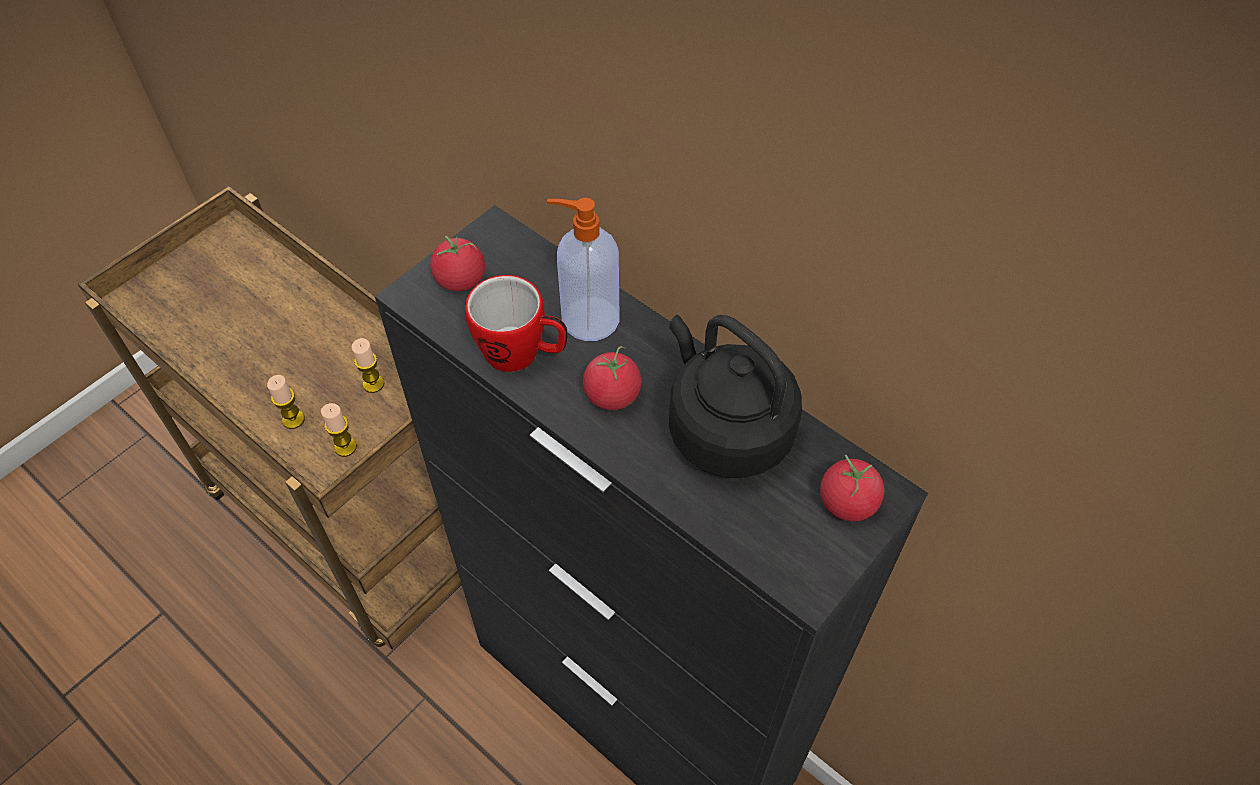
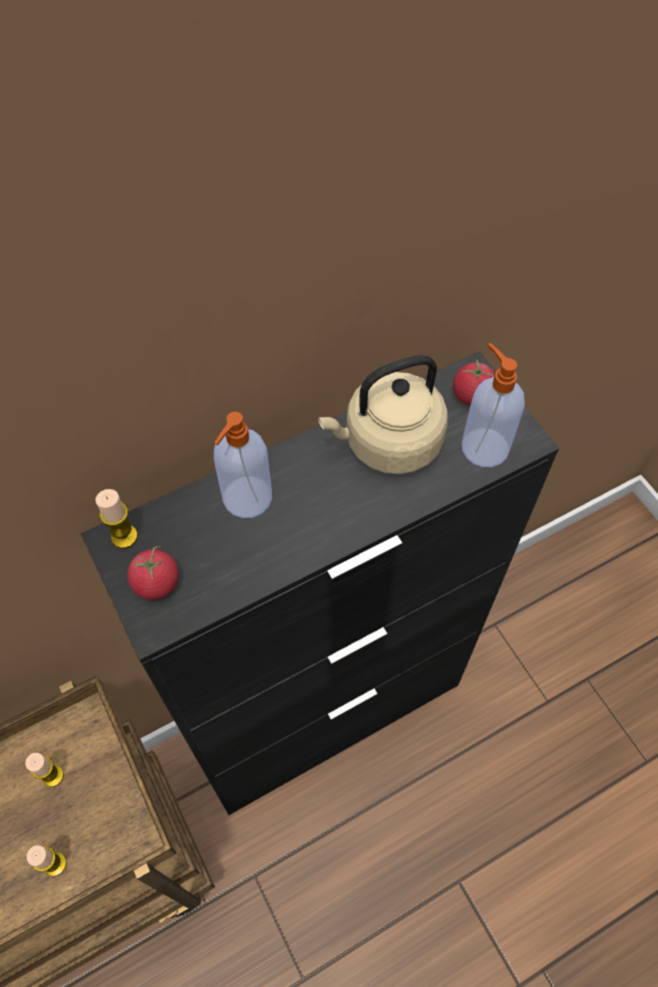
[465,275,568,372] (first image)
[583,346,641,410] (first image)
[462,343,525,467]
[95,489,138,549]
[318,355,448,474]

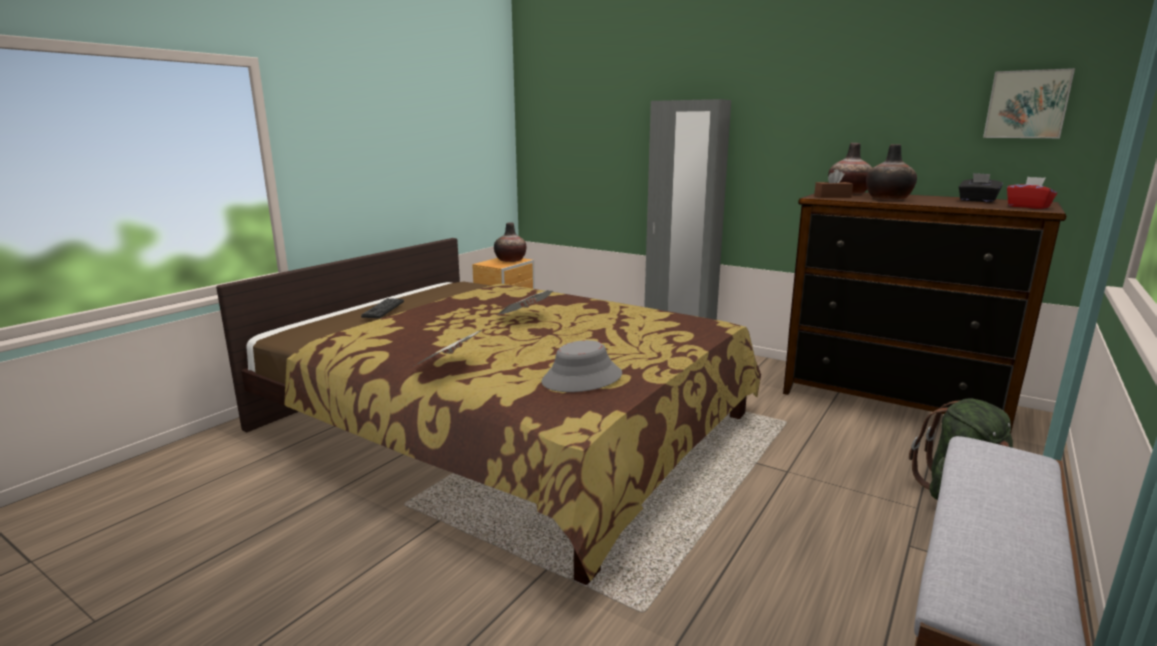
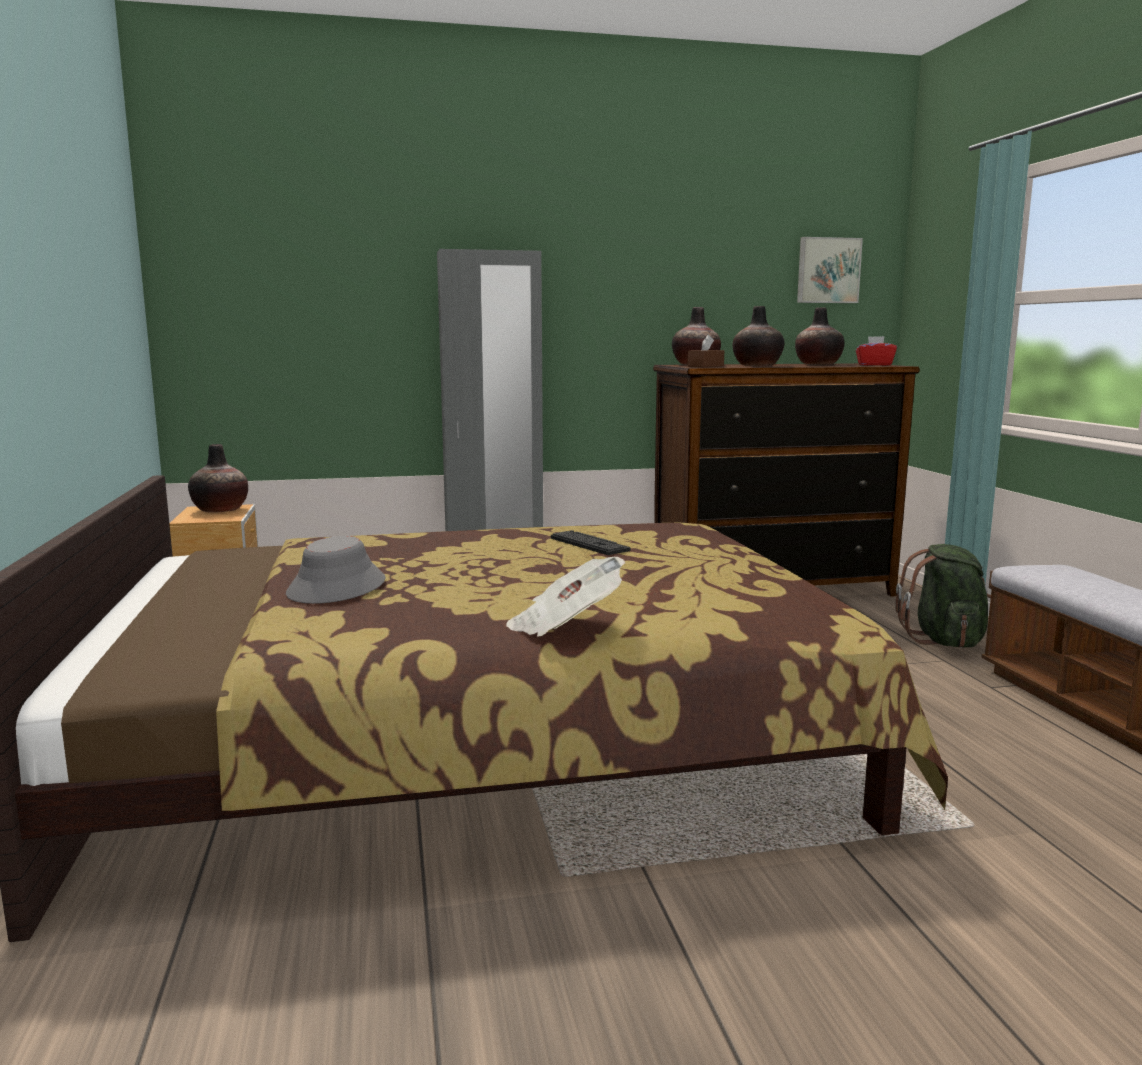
[497,290,553,315] (first image)
[551,530,630,555]
[286,536,385,604]
[795,308,845,365]

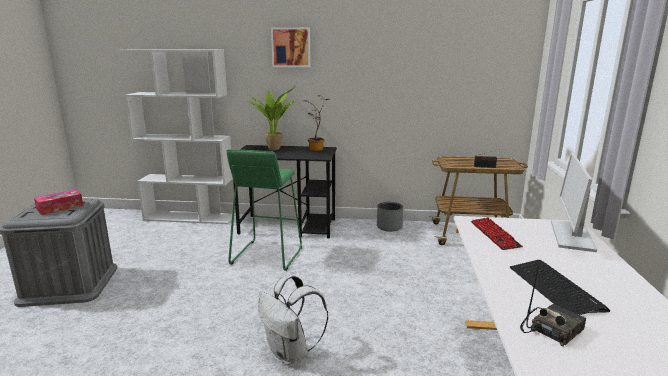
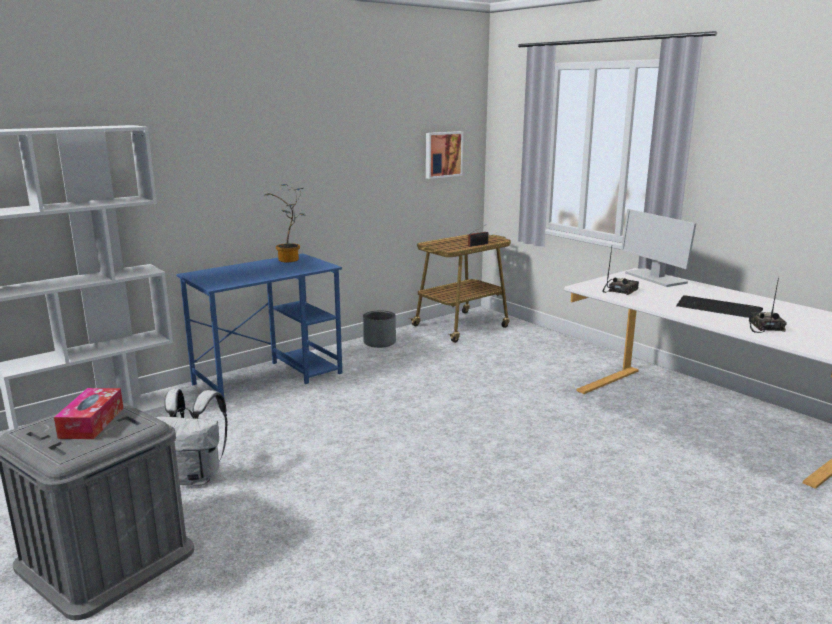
[226,149,302,271] (first image)
[248,85,296,150] (first image)
[155,389,228,486]
[426,131,463,179]
[602,247,639,295]
[176,254,342,397]

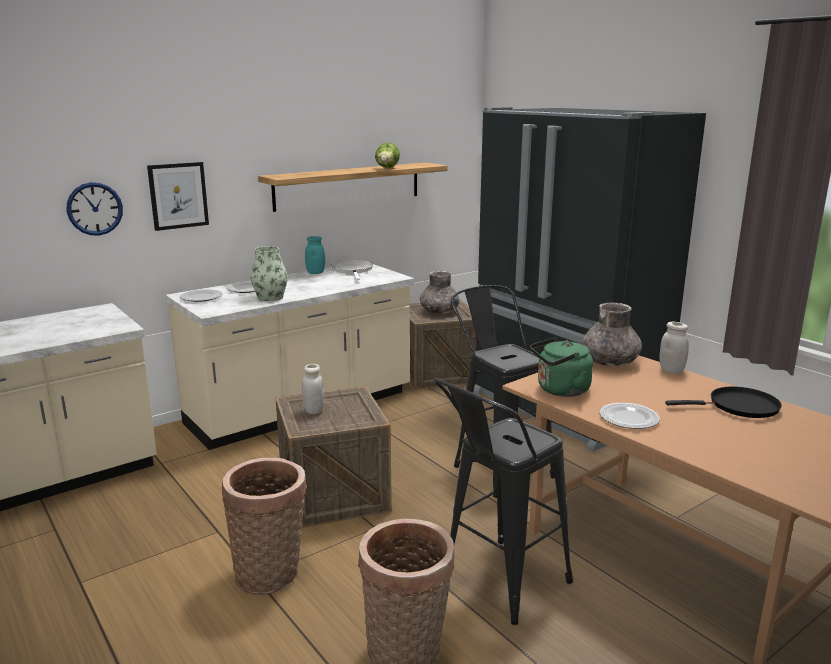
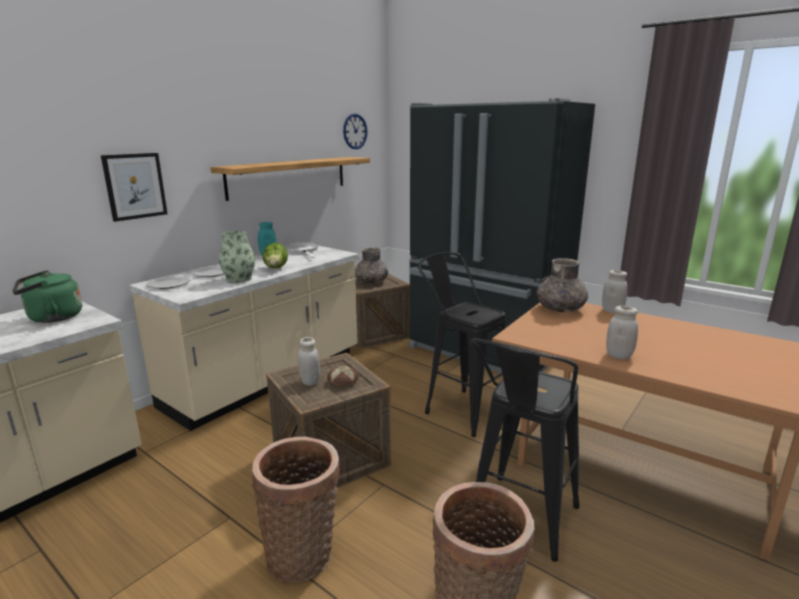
[665,387,782,418] (first image)
[327,365,359,387]
[343,114,367,149]
[263,243,288,268]
[12,270,82,323]
[606,306,638,359]

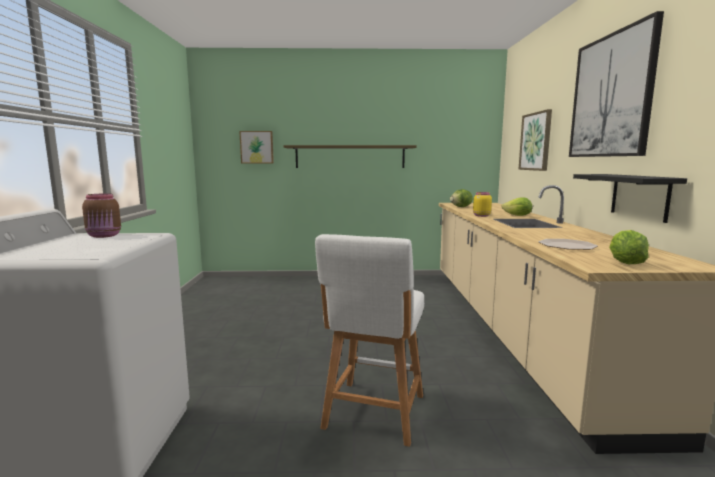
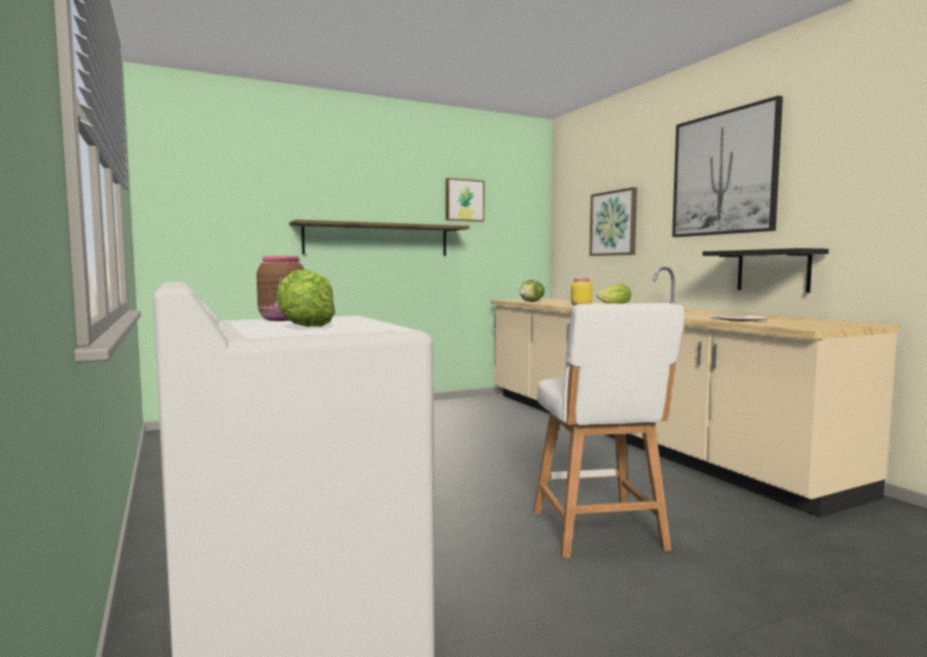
[446,178,484,222]
[276,269,335,327]

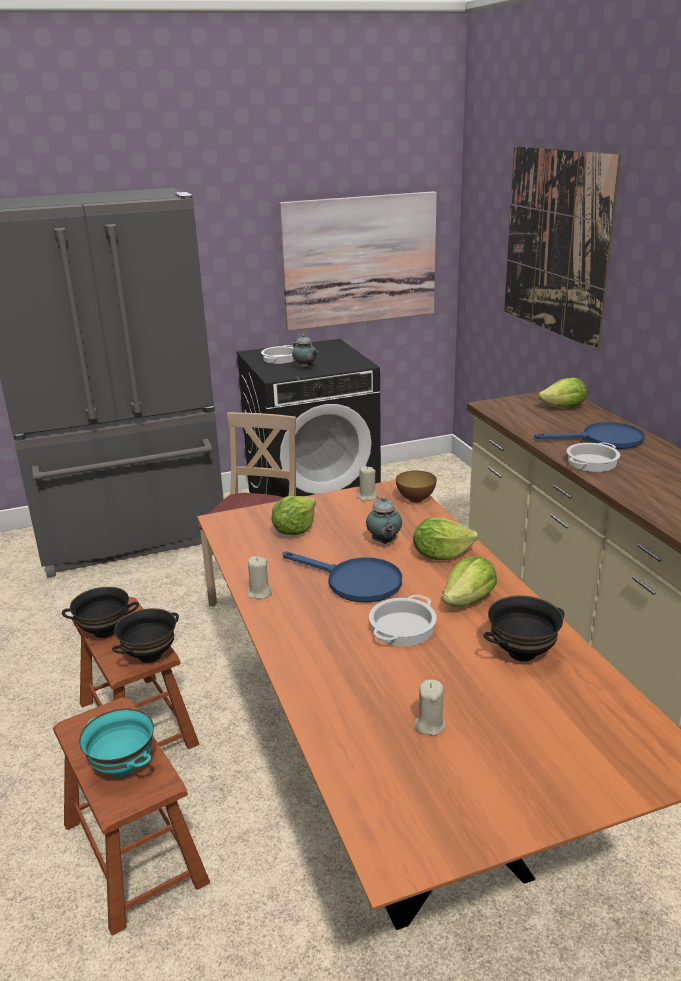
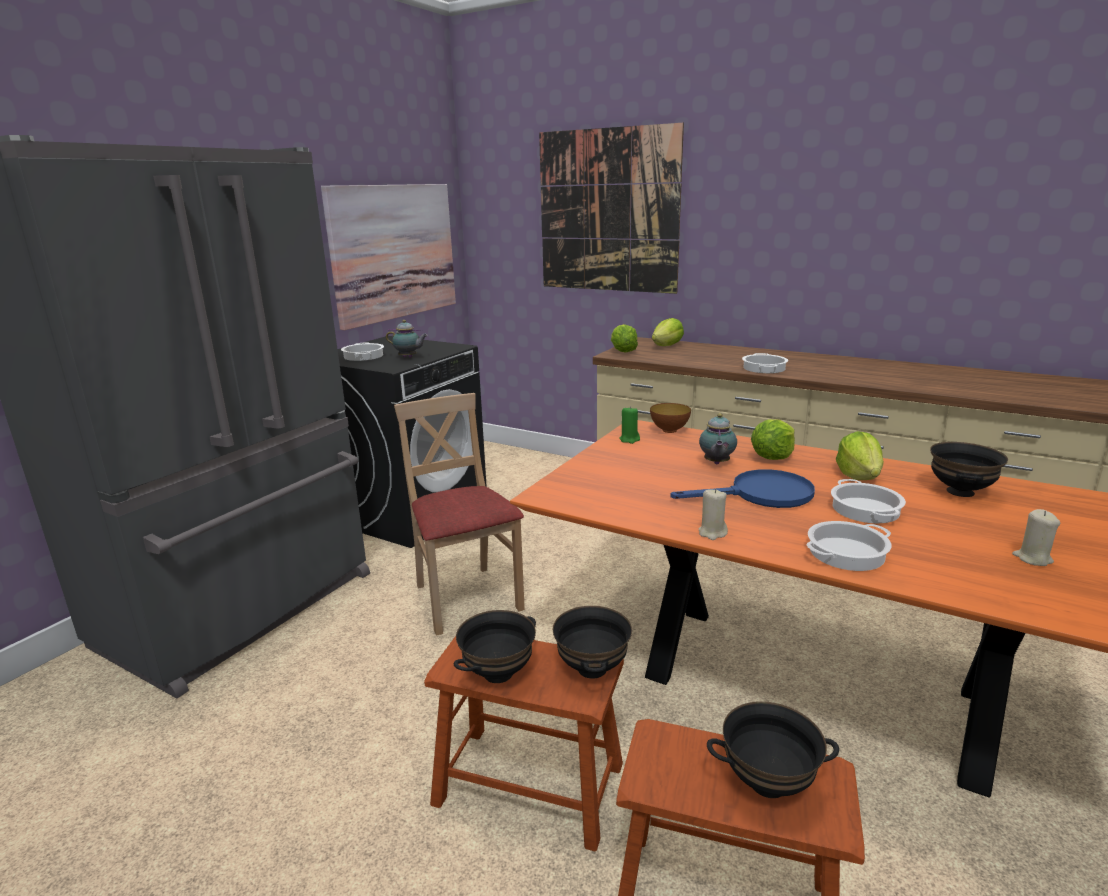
[534,422,645,449] (first image)
[807,521,892,571]
[611,324,638,352]
[707,701,839,798]
[619,406,640,444]
[699,413,737,464]

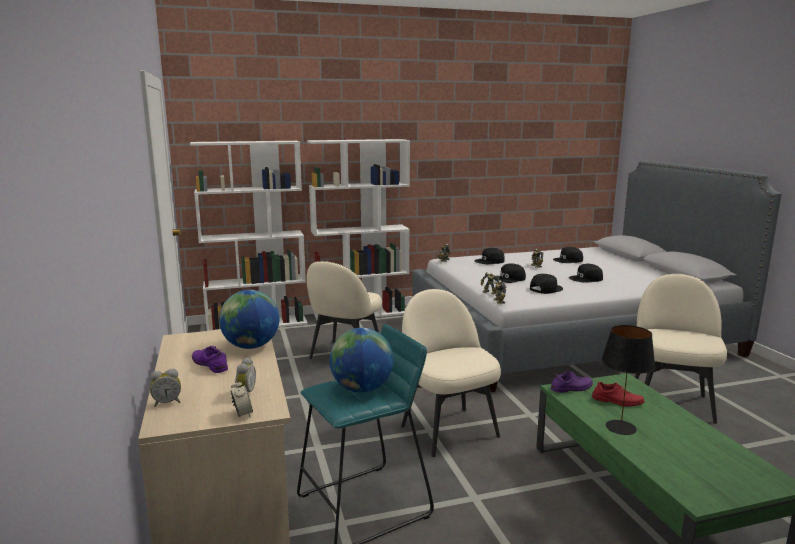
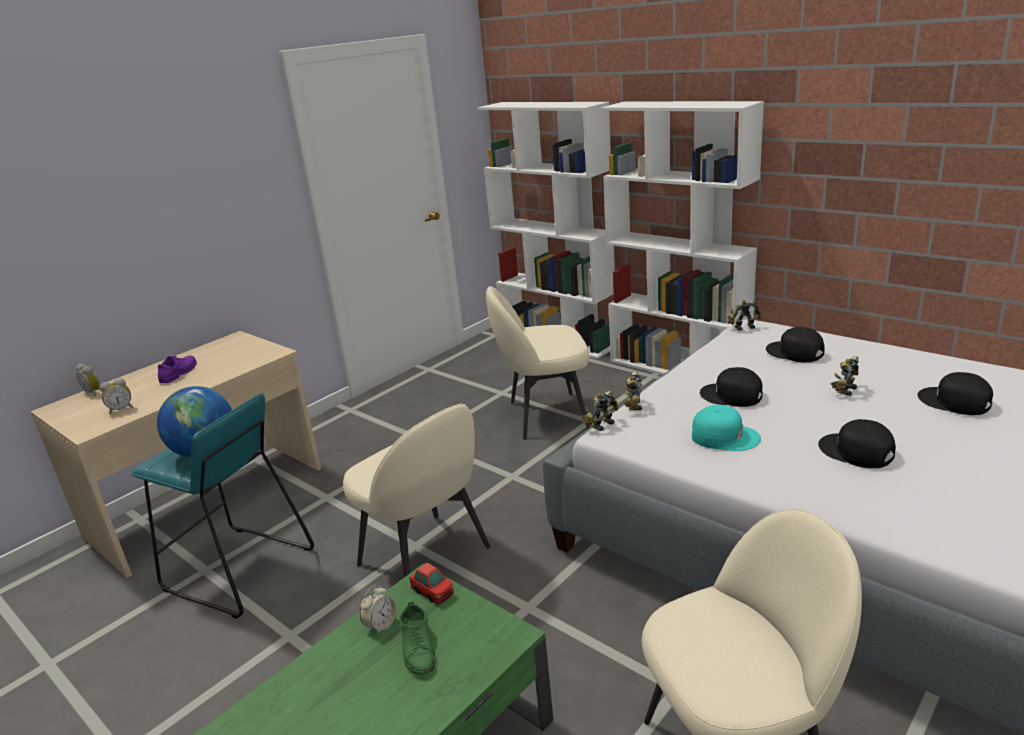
[219,290,280,349] (first image)
[601,325,655,435] (first image)
[360,585,396,635]
[410,562,454,604]
[692,405,761,451]
[399,601,435,675]
[343,404,491,577]

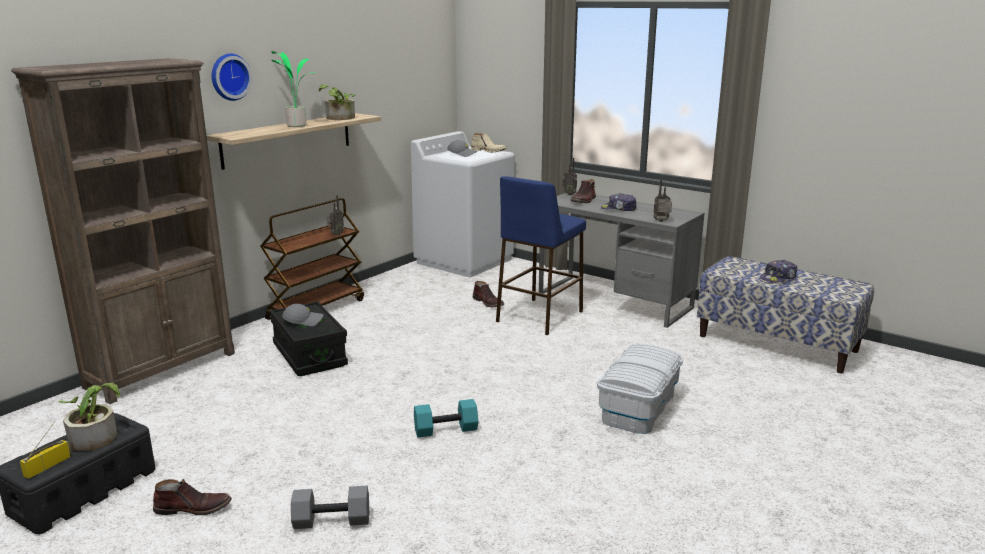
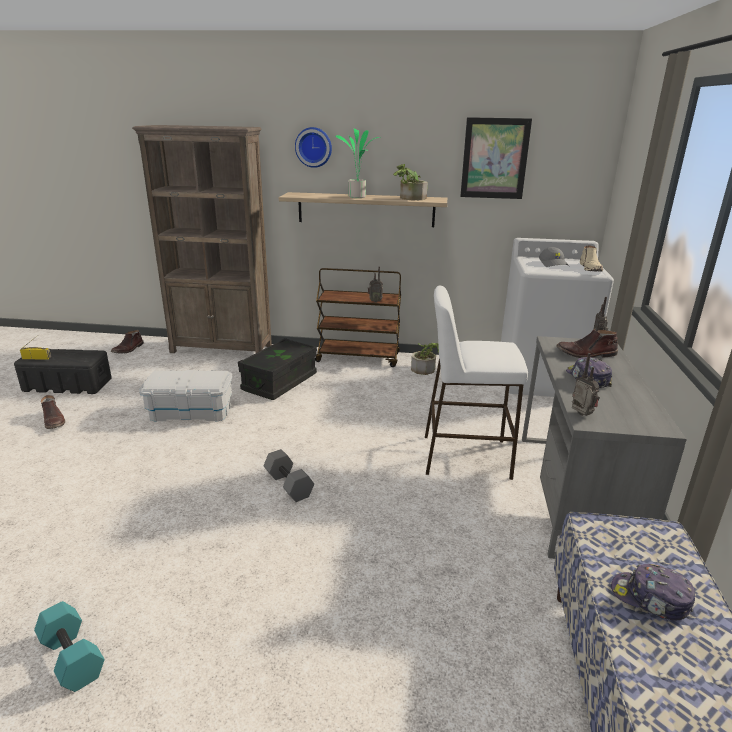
[282,304,323,326] (first image)
[460,117,532,199]
[411,343,439,375]
[264,449,314,502]
[34,601,105,692]
[111,330,144,354]
[139,370,232,422]
[425,286,528,480]

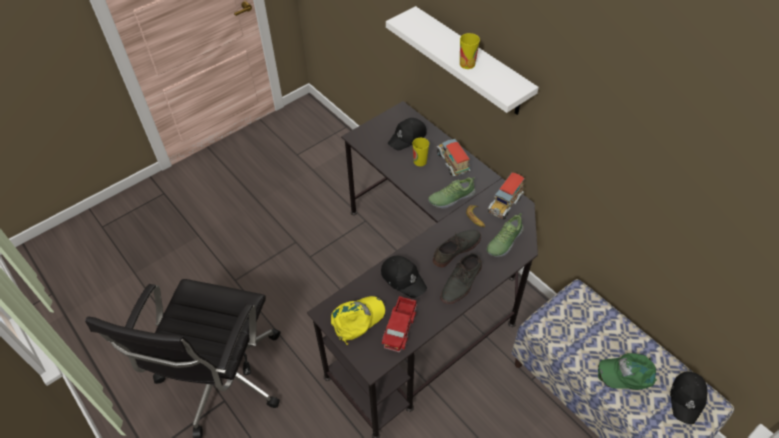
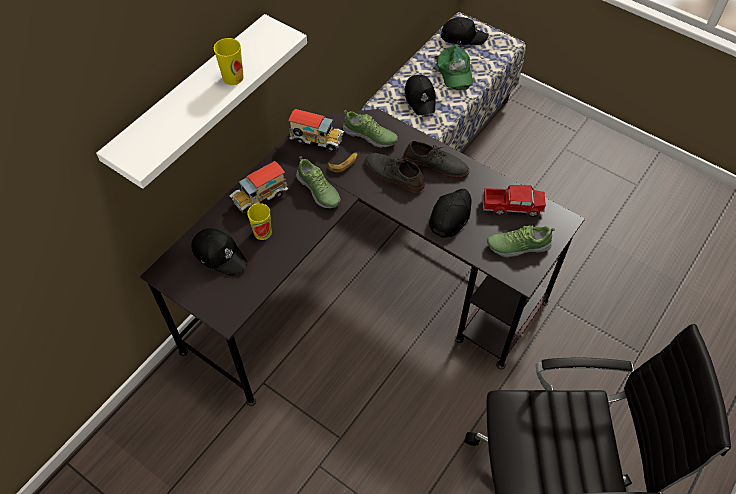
[405,75,436,115]
[487,226,555,257]

